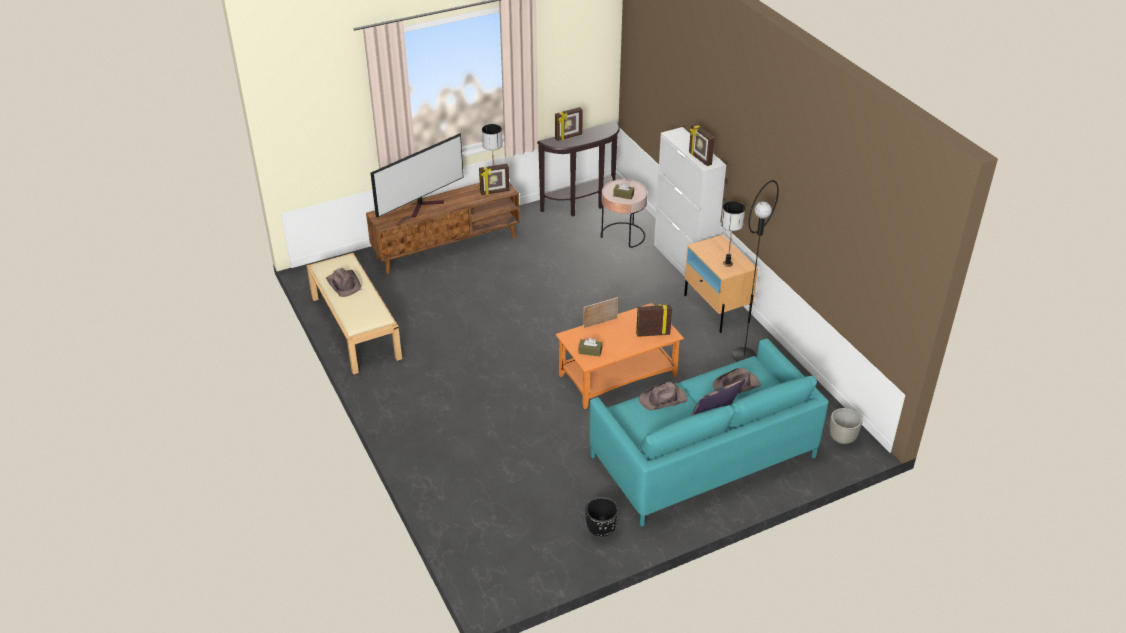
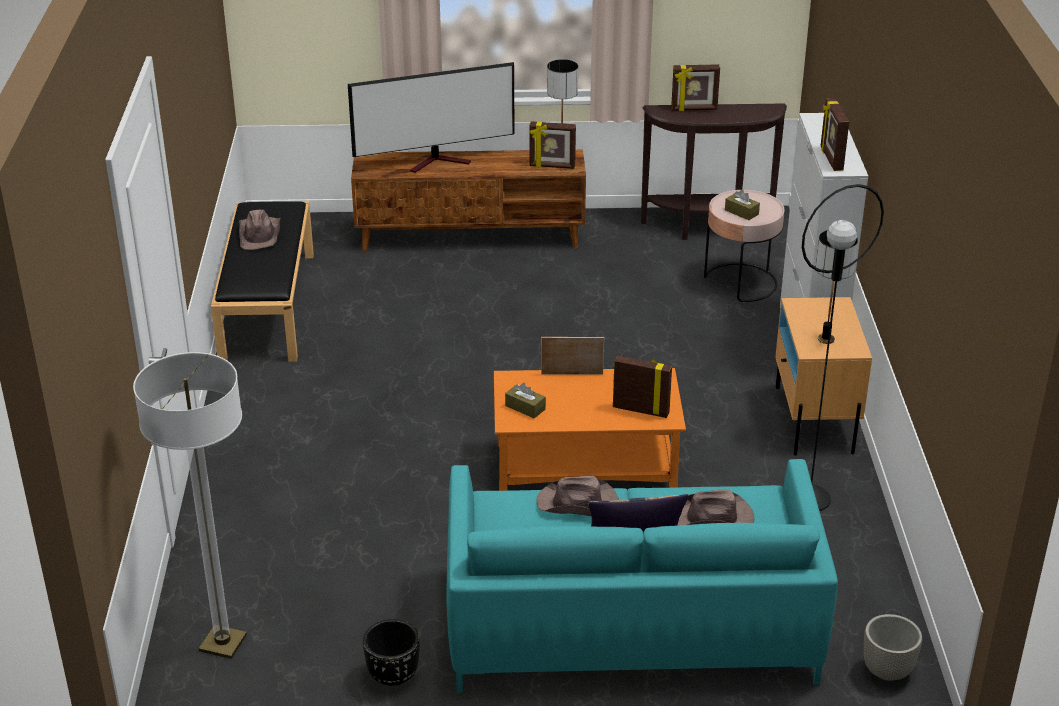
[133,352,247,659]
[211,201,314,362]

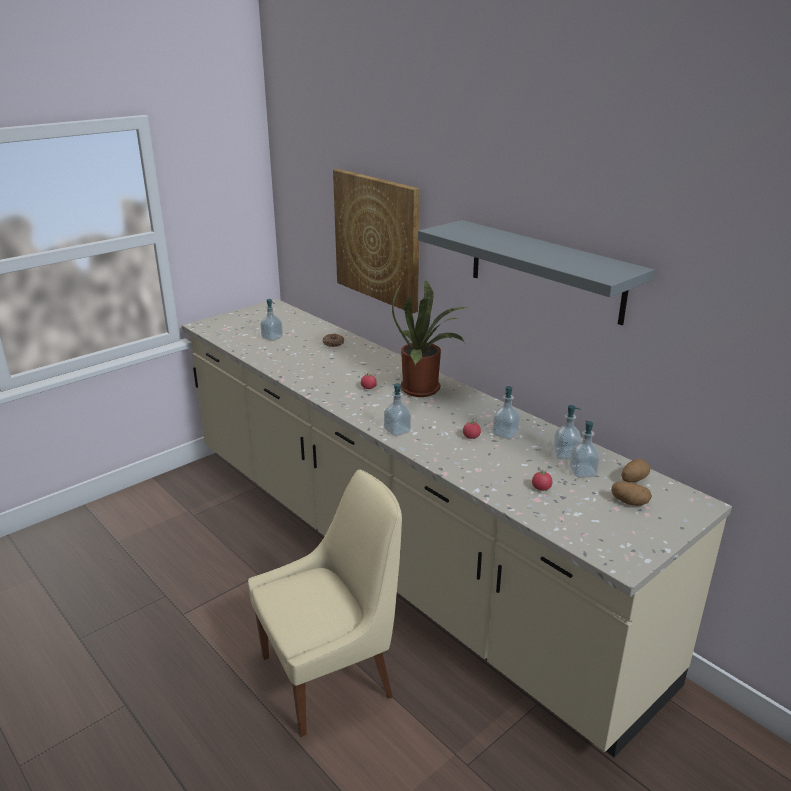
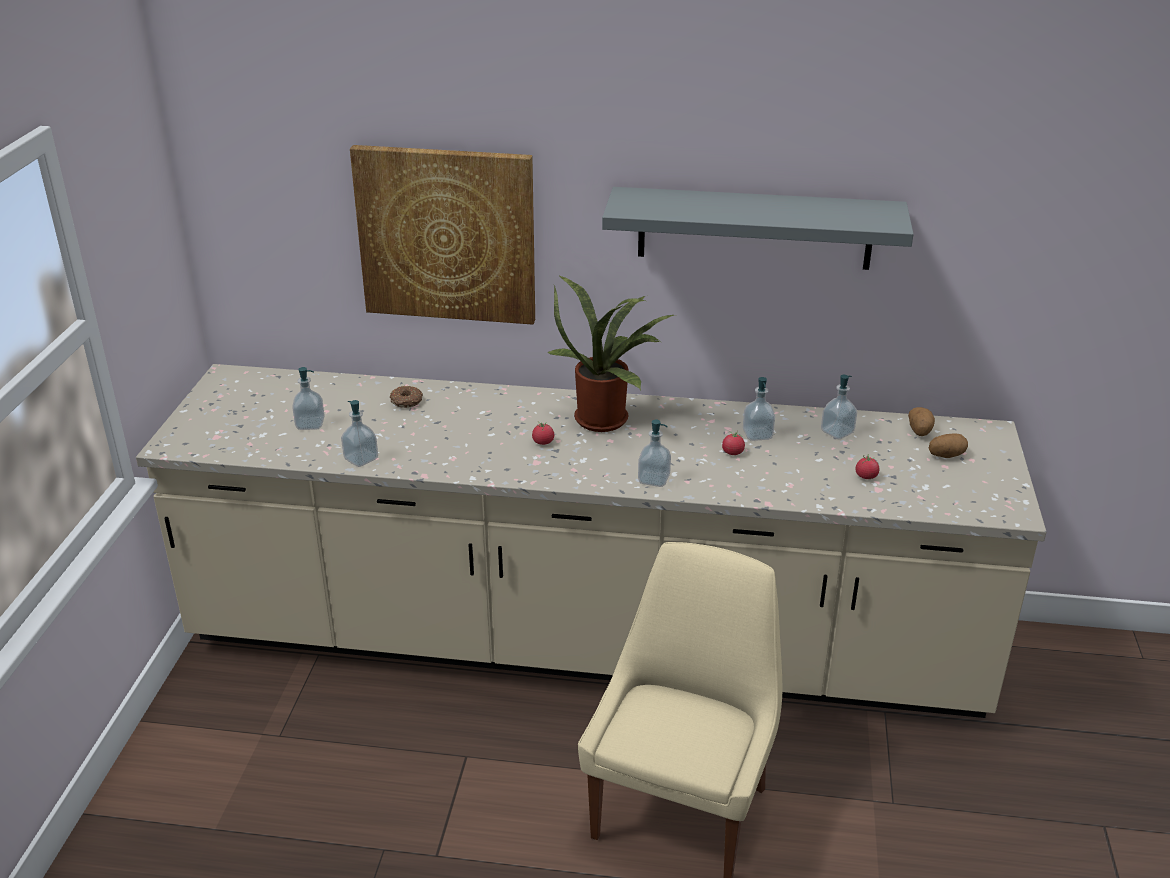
[341,400,378,467]

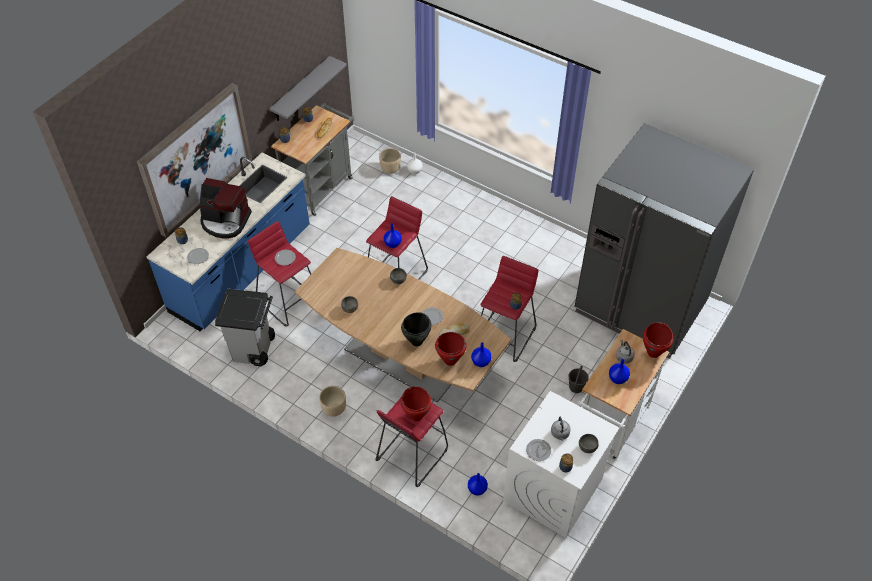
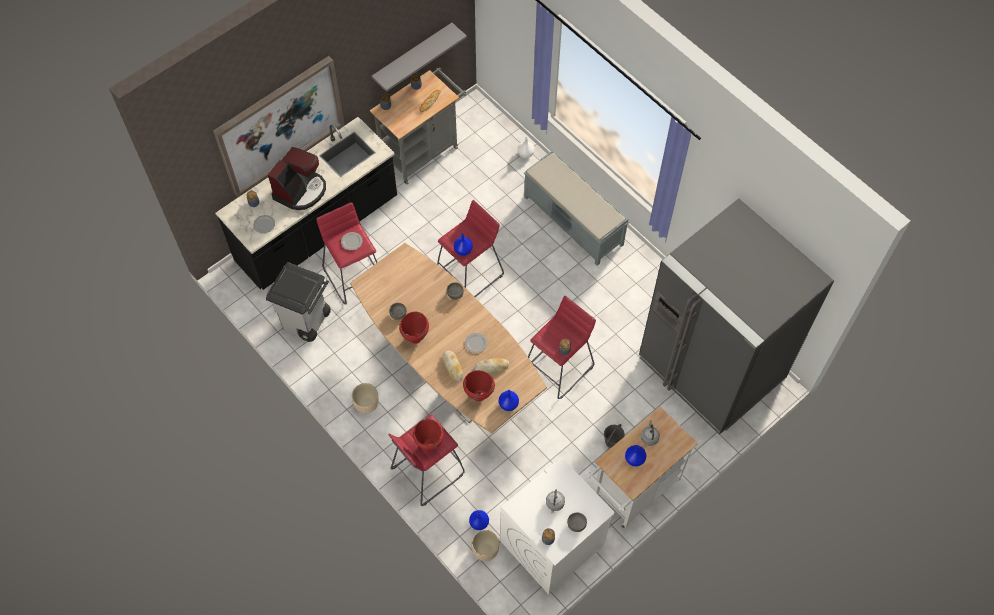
[526,439,551,461] (first image)
[524,150,629,266]
[471,530,499,561]
[399,312,429,344]
[443,351,463,381]
[215,117,397,290]
[268,147,326,210]

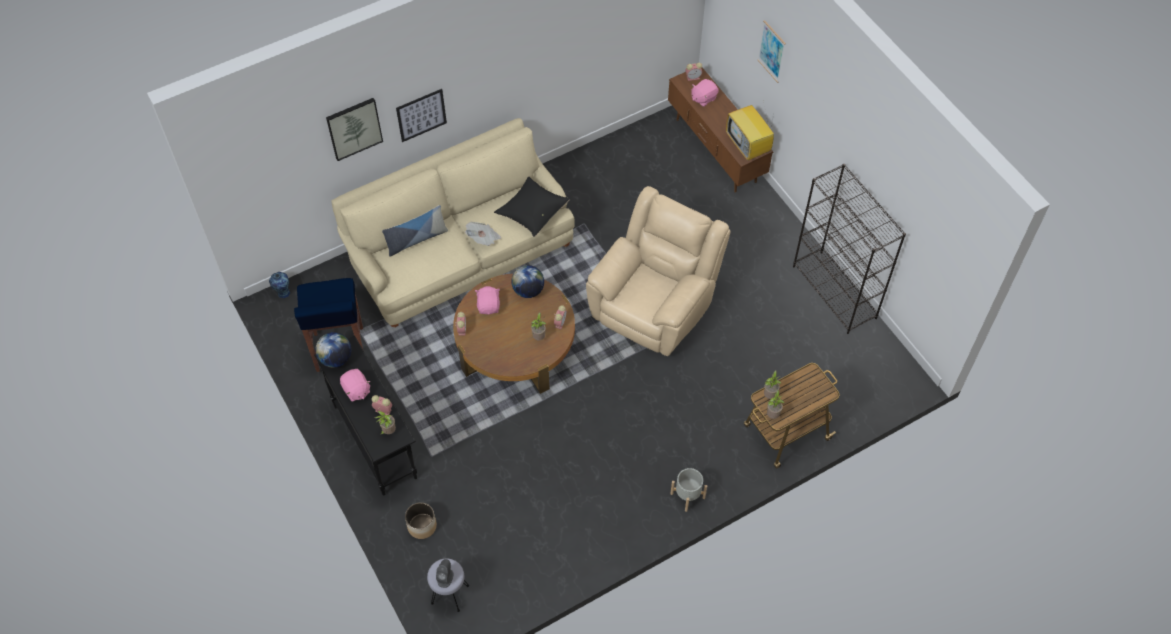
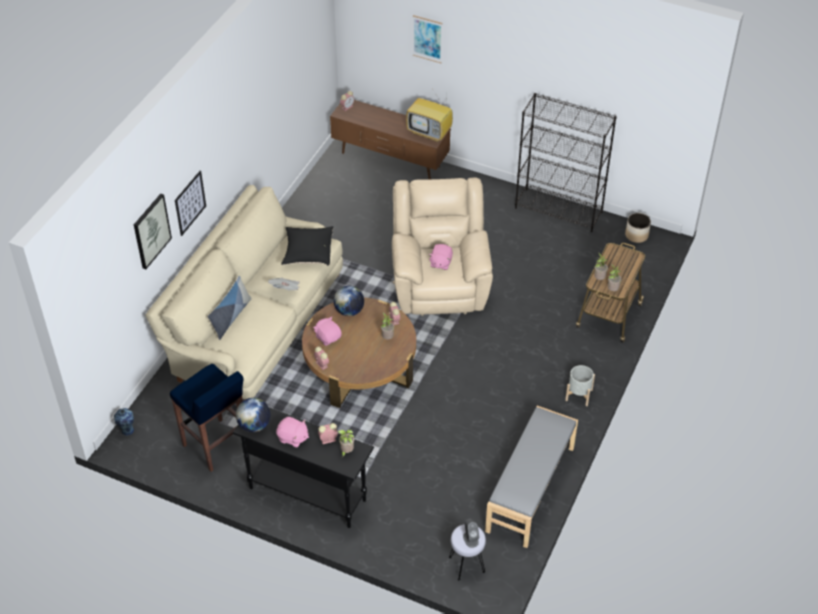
[485,406,578,548]
[625,213,651,243]
[429,244,453,270]

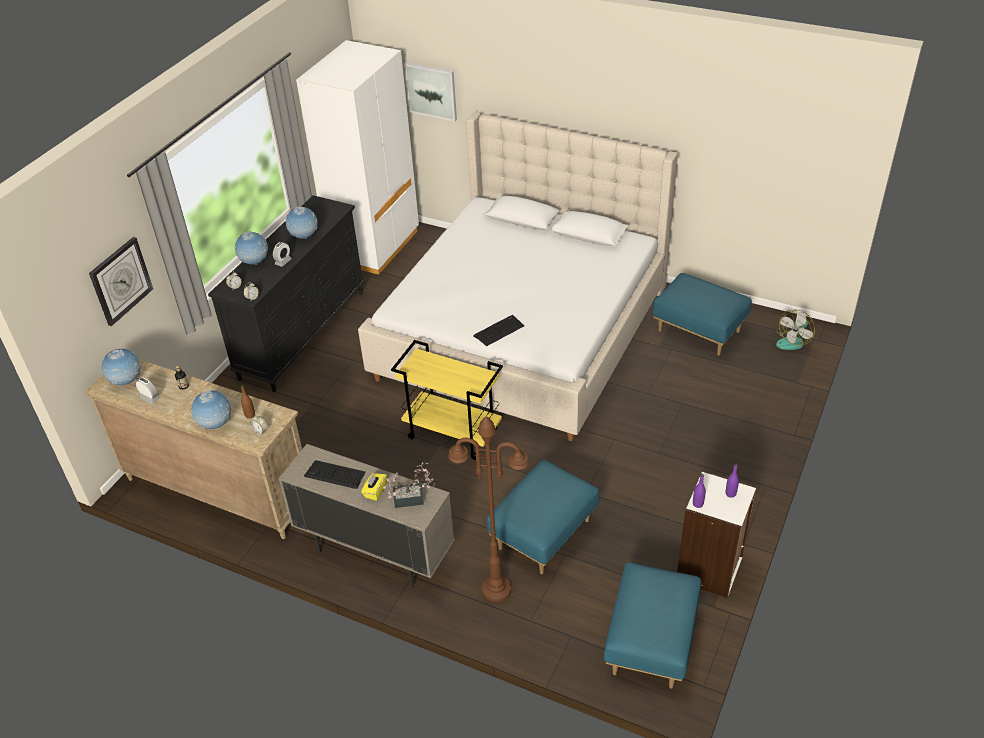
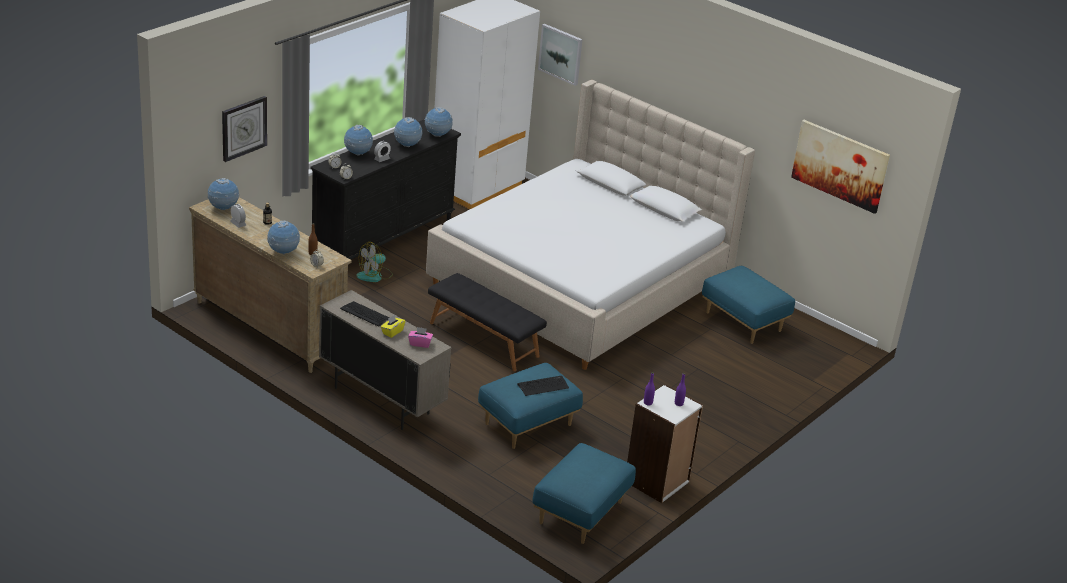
[448,416,529,602] (first image)
[424,107,453,137]
[791,120,890,214]
[517,376,569,396]
[357,242,393,282]
[408,327,433,348]
[428,273,547,372]

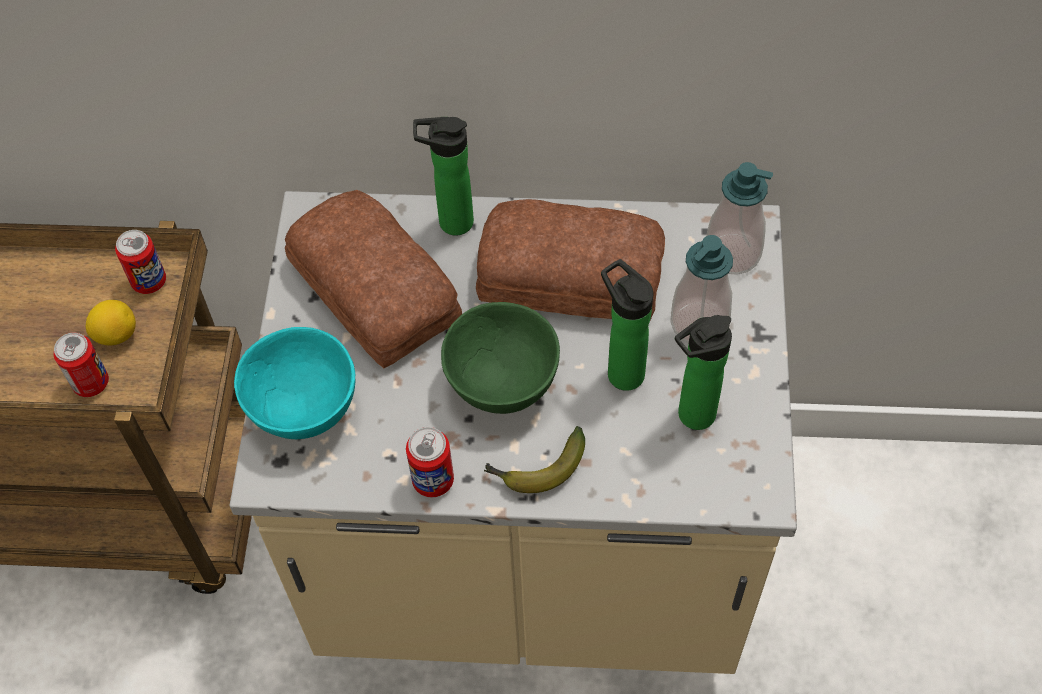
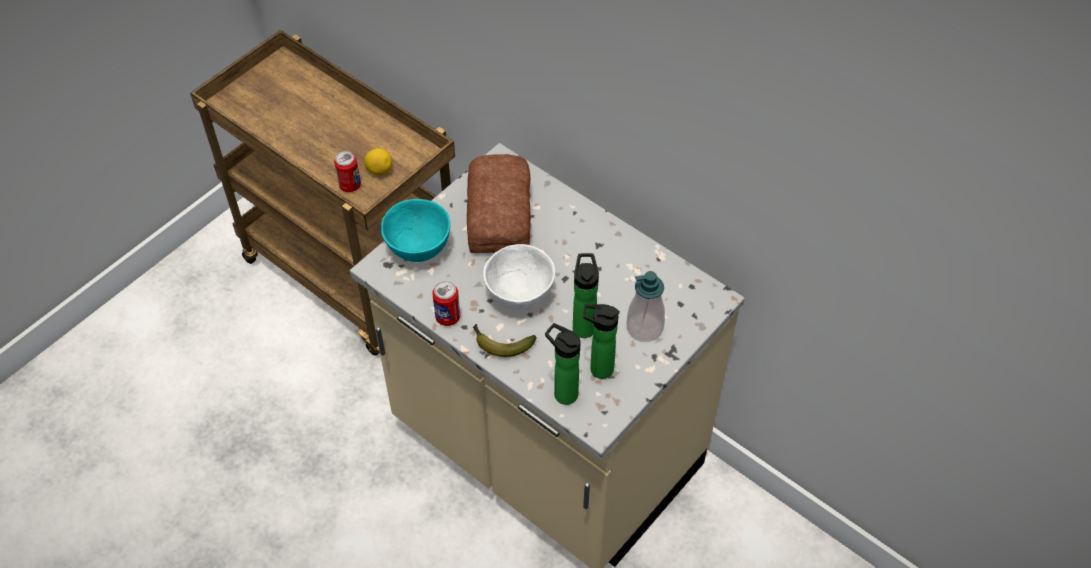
[115,230,166,294] (first image)
[476,199,665,320] (first image)
[706,162,773,275] (first image)
[545,323,580,405]
[483,244,555,310]

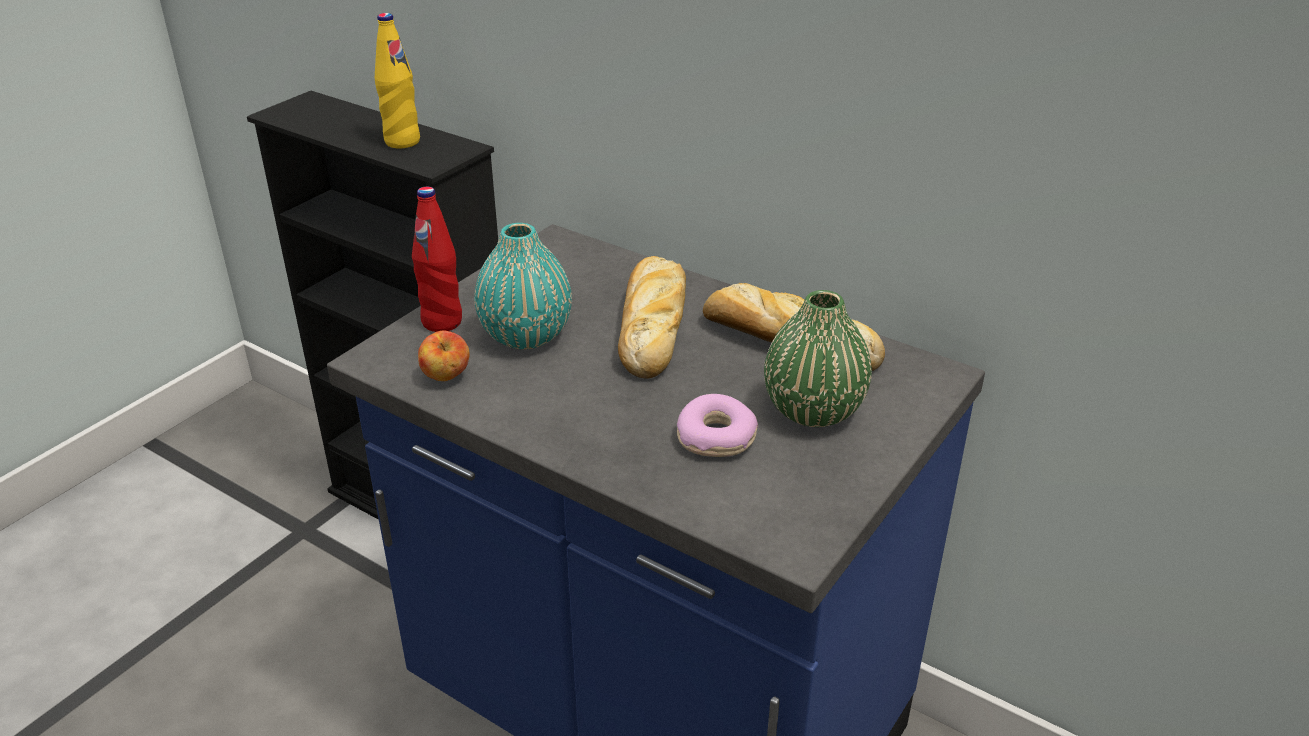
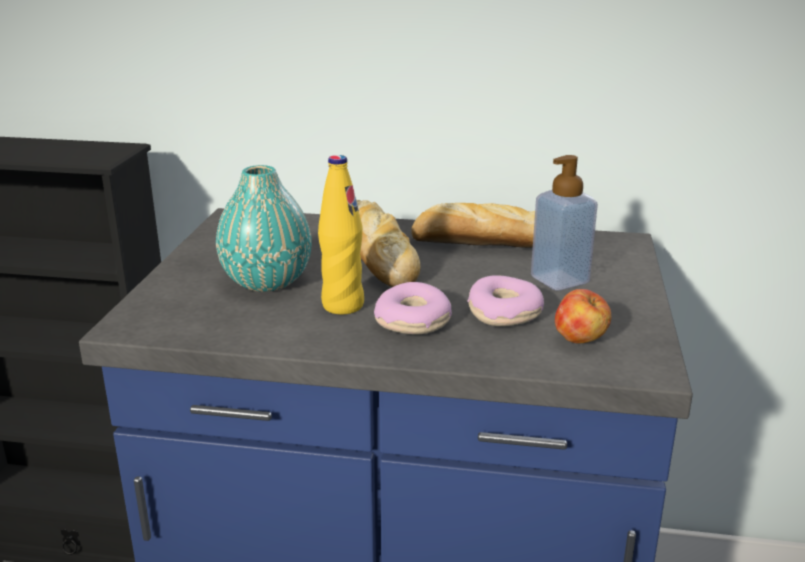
[412,187,462,332] (first image)
[374,282,452,335]
[318,155,364,314]
[555,289,611,343]
[531,155,598,291]

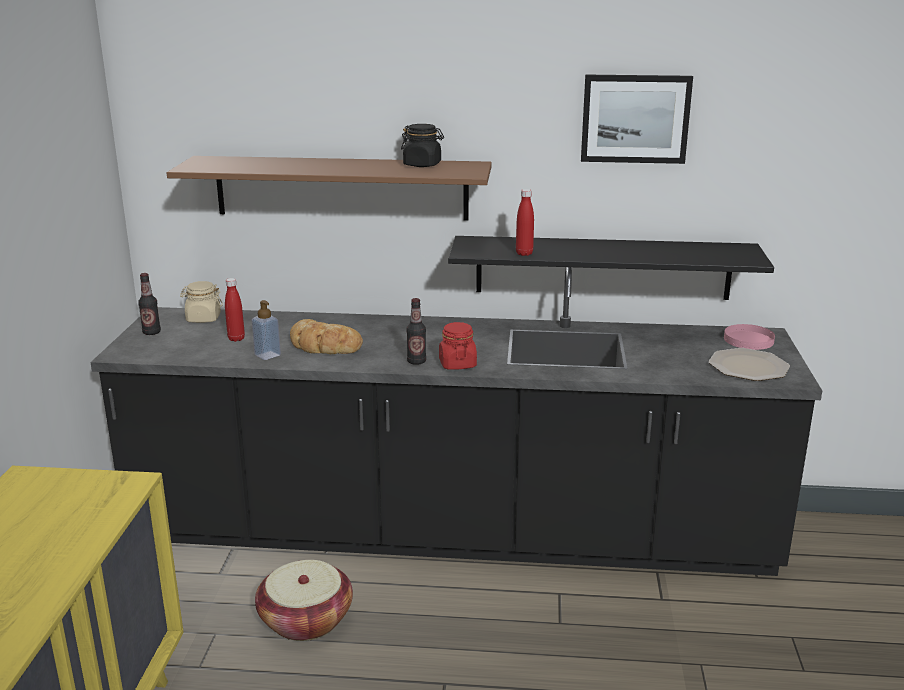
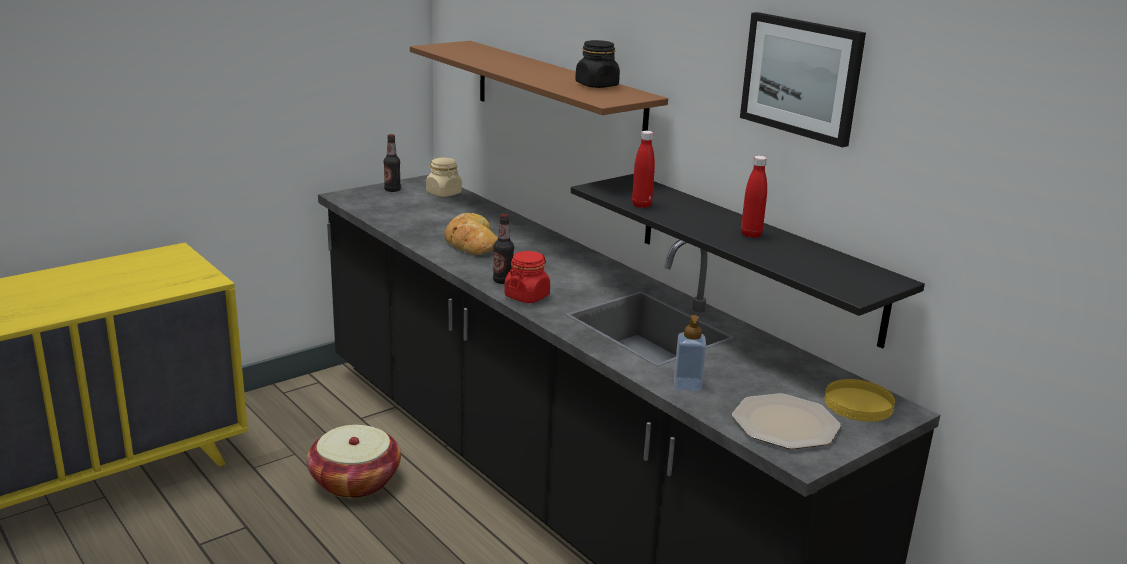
[741,156,767,238]
[674,315,706,391]
[824,379,895,422]

